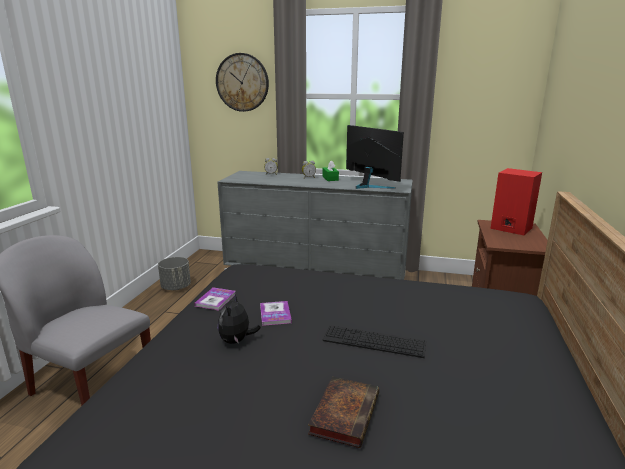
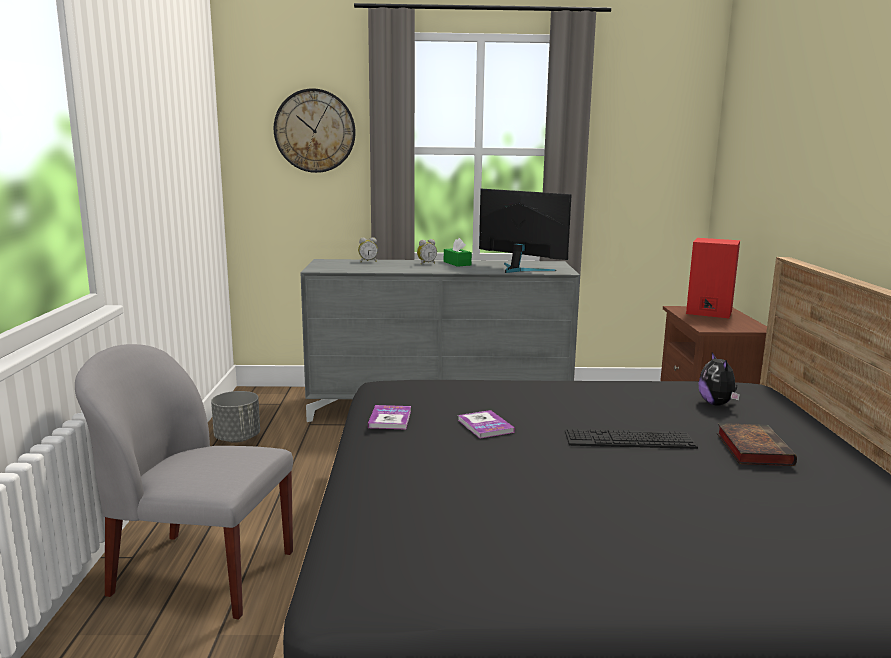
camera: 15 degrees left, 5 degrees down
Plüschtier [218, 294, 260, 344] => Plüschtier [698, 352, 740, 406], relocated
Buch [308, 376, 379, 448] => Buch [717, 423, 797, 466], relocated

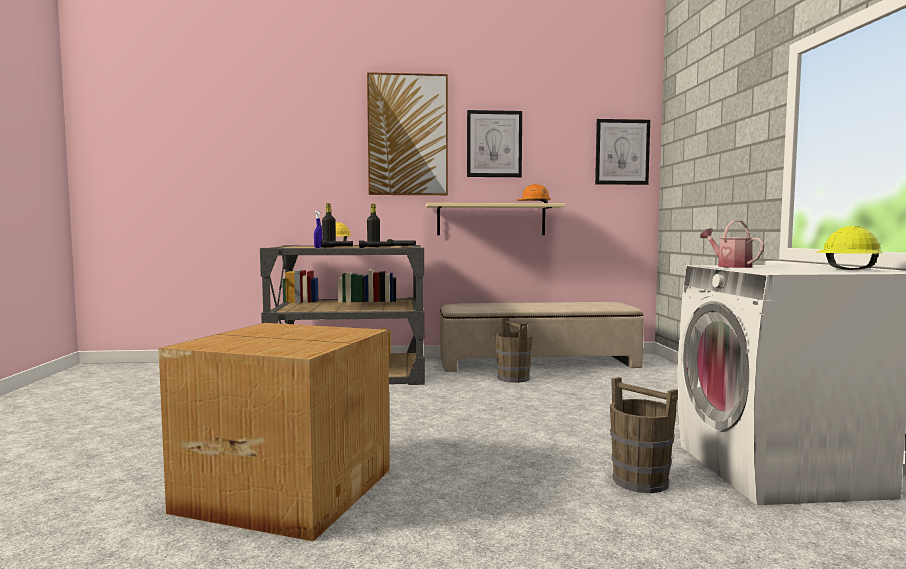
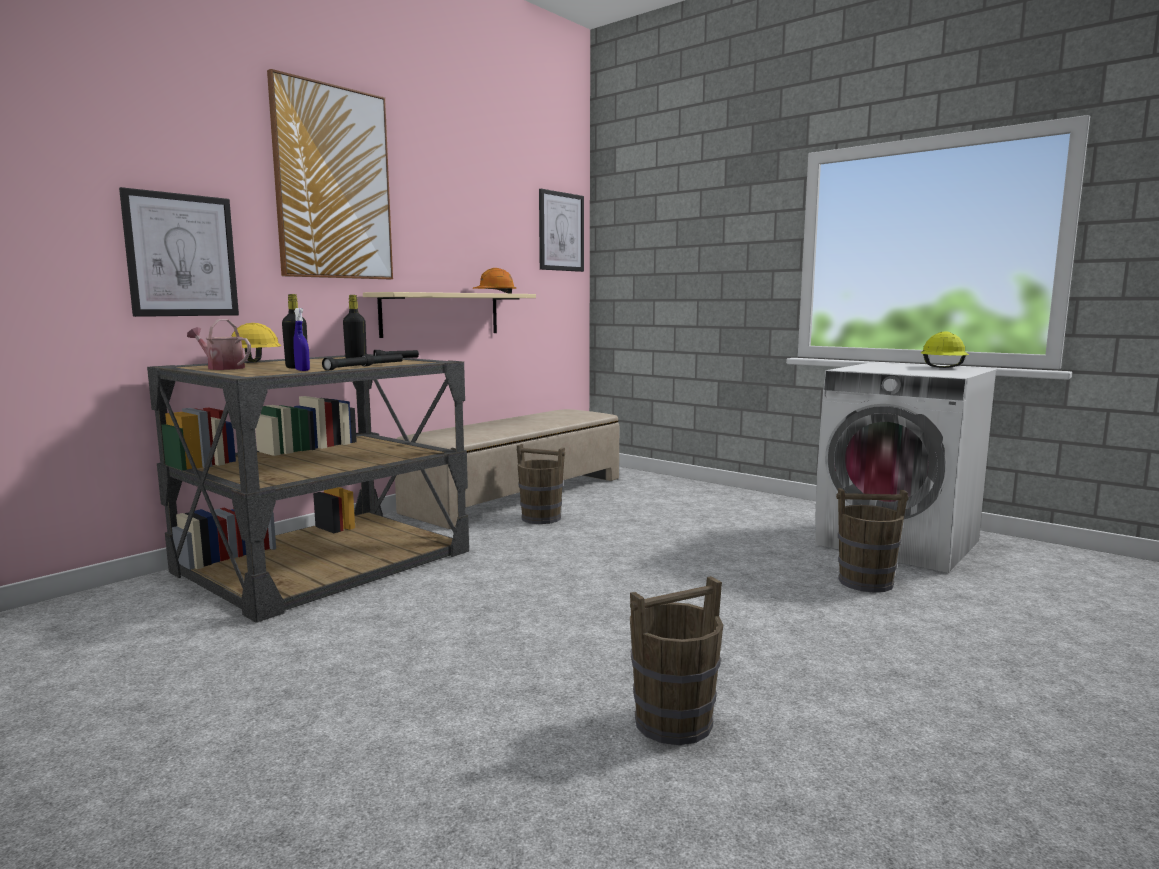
camera: 45 degrees left, 5 degrees up
Bild [467, 110, 522, 177] => Bild [119, 187, 239, 317], relocated
Gießkanne [700, 220, 765, 268] => Gießkanne [187, 319, 251, 370], relocated
Karton [158, 323, 390, 542] => Eimer [braun] [630, 576, 723, 745]

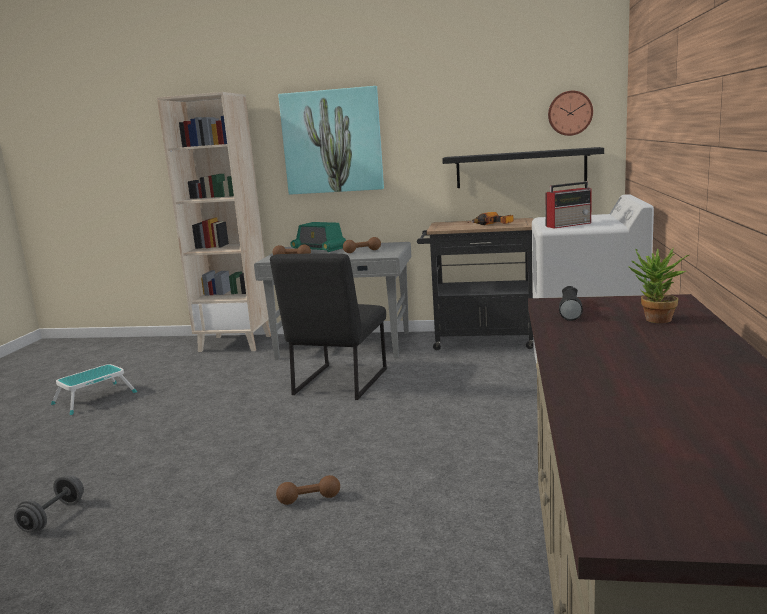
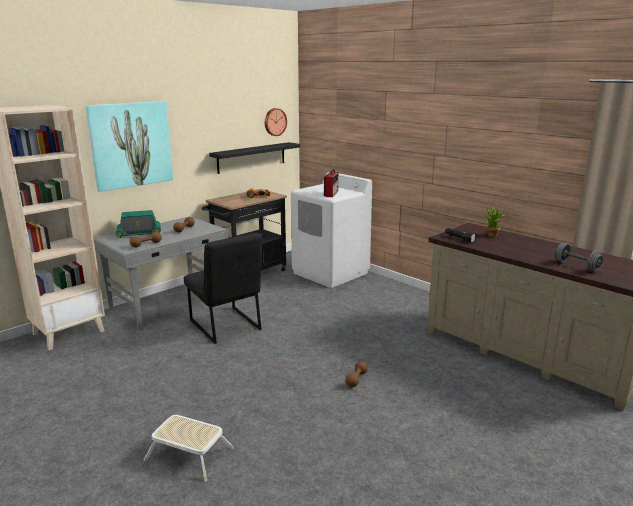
camera: 55 degrees left, 5 degrees up
Trittleiter [türkis] [51, 364, 137, 415] => nothing
Hantel [grau] [14, 475, 84, 532] => Hantel [grau] [555, 243, 604, 271], relocated
nothing => Trittleiter [beige] [144, 415, 234, 482]

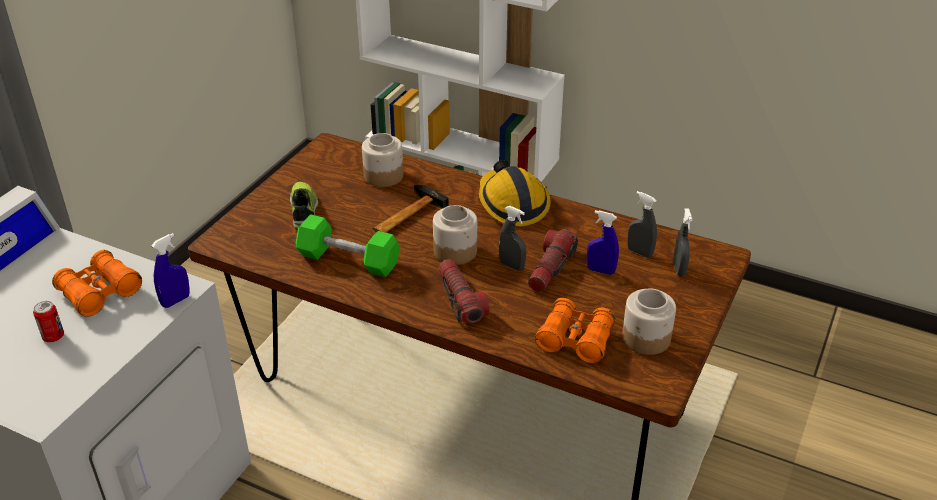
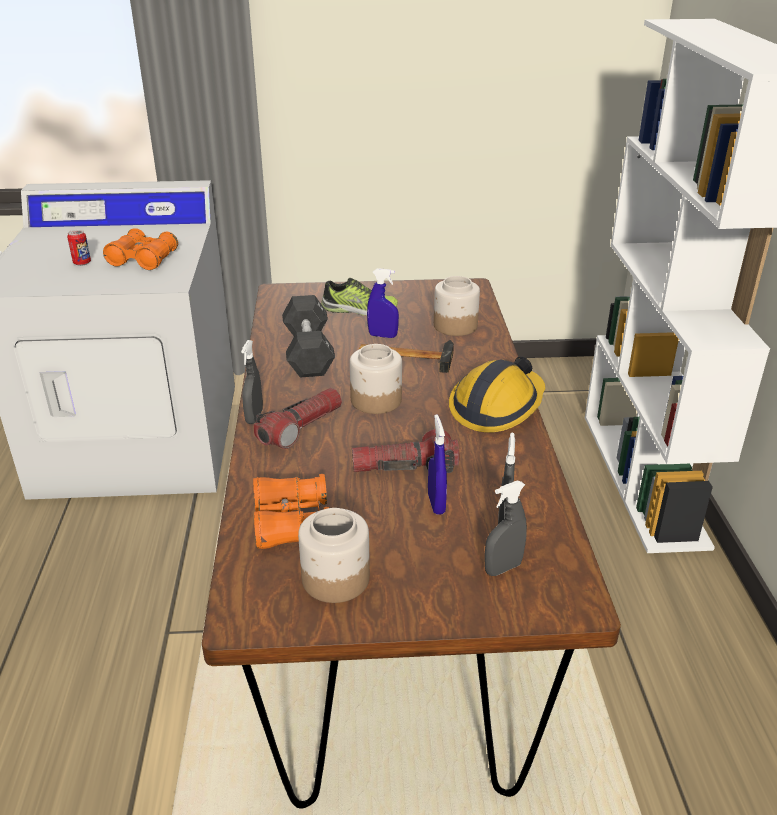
camera: 60 degrees right, 5 degrees down
Schuh [290, 182, 318, 230] => Schuh [321, 278, 398, 316], 45 degrees clockwise
Sprühflasche [grau] [499, 206, 526, 271] => Sprühflasche [grau] [241, 340, 263, 424], relocated
Hantel [grün] [296, 214, 400, 277] => Hantel [schwarz] [282, 295, 335, 378]
Sprühflasche [blau] [151, 233, 190, 308] => Sprühflasche [blau] [367, 268, 399, 338], relocated

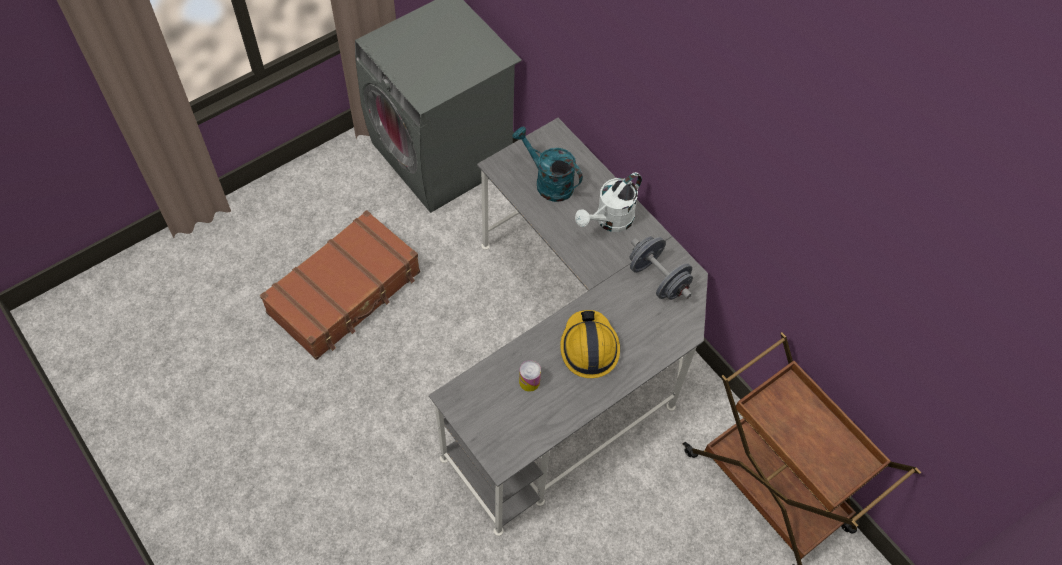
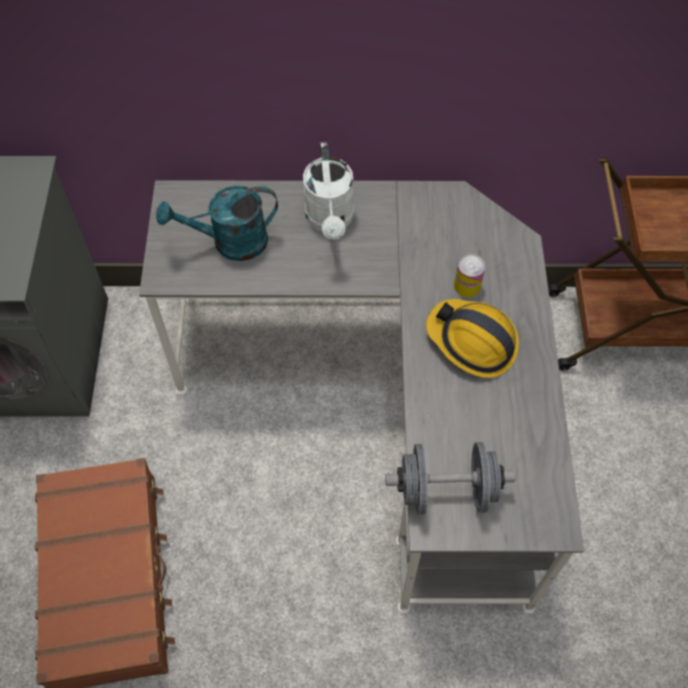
camera: 50 degrees left, 0 degrees up
Hantel [grau] [629, 237, 693, 300] => Hantel [grau] [386, 442, 516, 515], relocated
Dose [519, 360, 541, 392] => Dose [454, 254, 485, 297], relocated

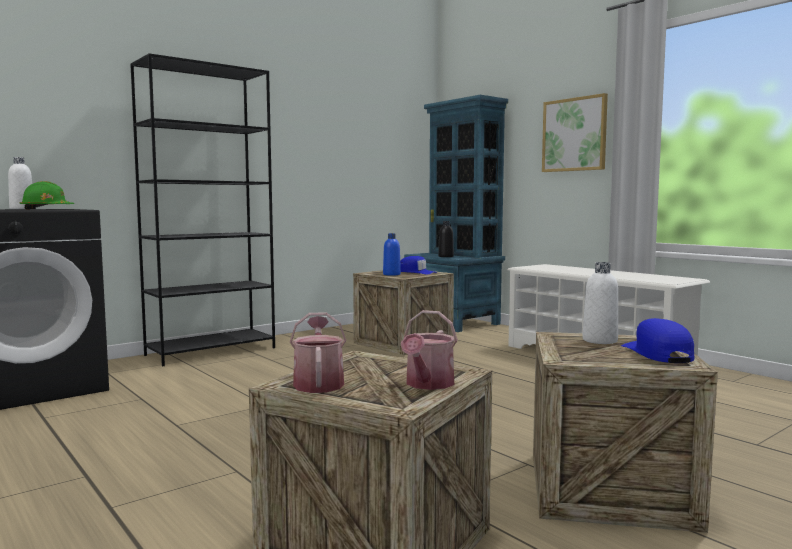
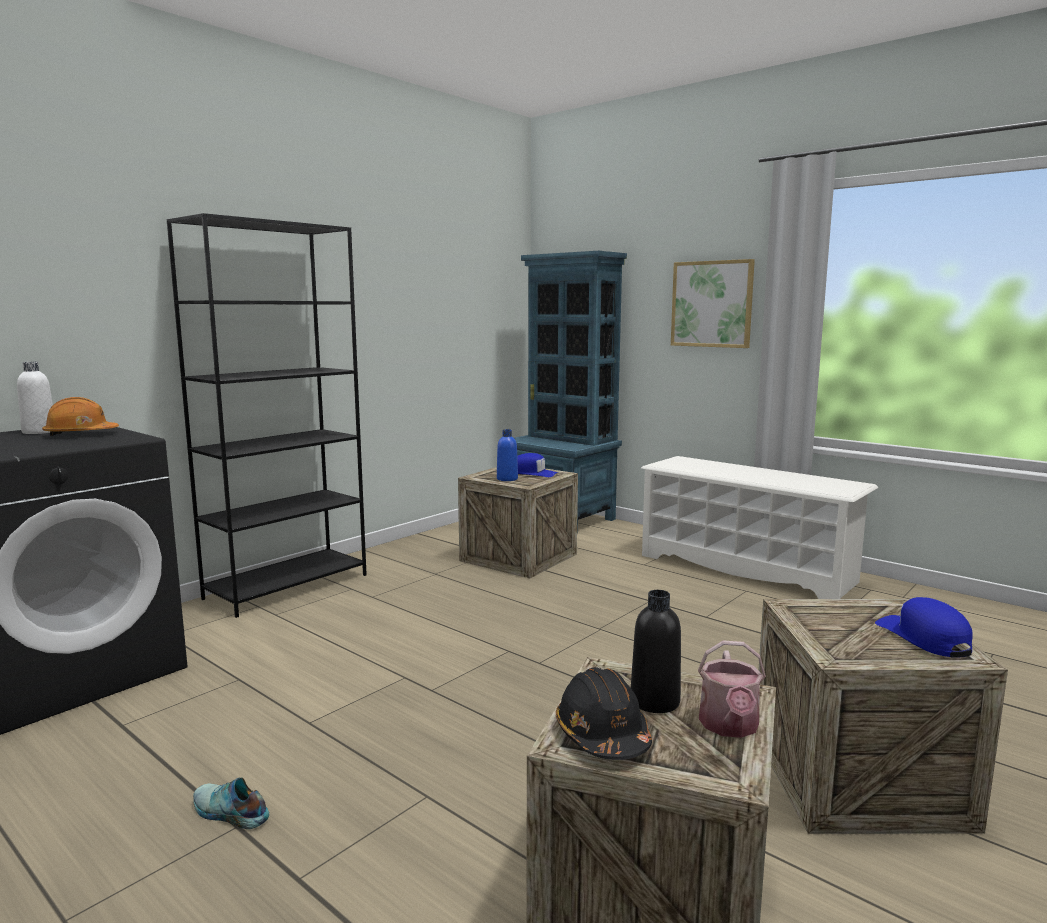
camera: 10 degrees left, 5 degrees up
Schutzhelm [grün] [20, 181, 74, 209] => Schutzhelm [orange] [42, 397, 119, 436]
Flasche [schwarz] [438, 221, 454, 257] => Flasche [schwarz] [631, 590, 681, 713], relocated
Flasche [weiß] [582, 262, 618, 344] => nothing
Gießkanne [290, 312, 346, 393] => Schutzhelm [schwarz] [556, 667, 652, 760]
nothing => Schuh [193, 777, 269, 829]

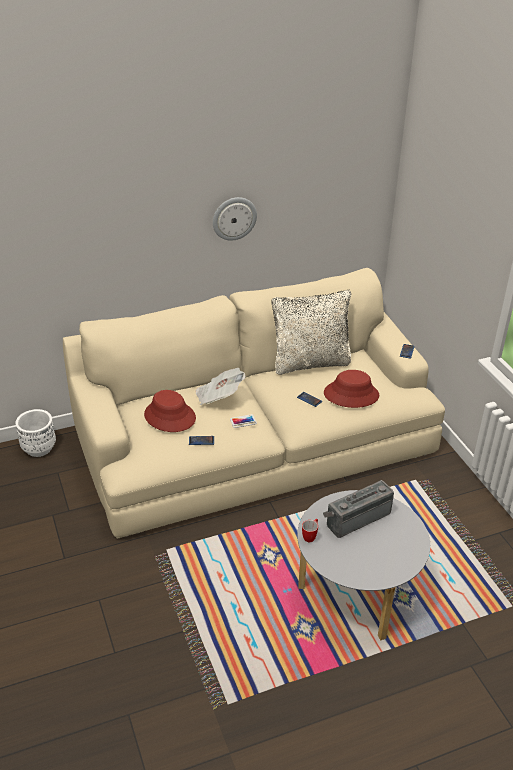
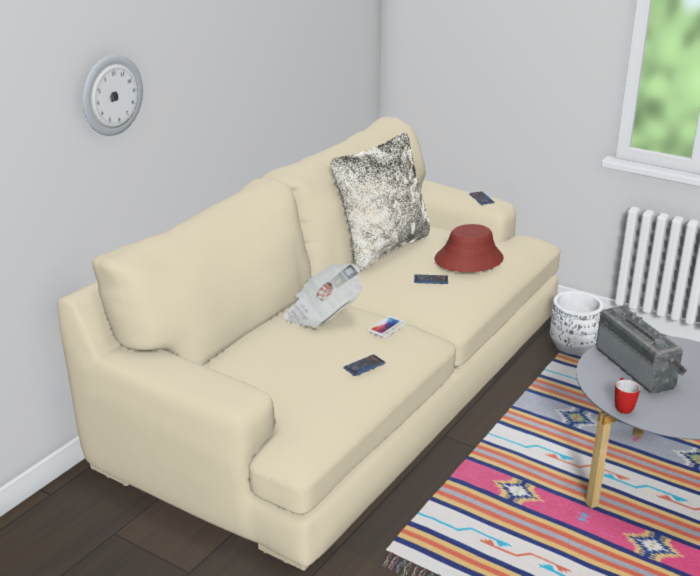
camera: 35 degrees left, 10 degrees down
Wanduhr [213, 197, 257, 241] => Wanduhr [82, 54, 143, 136], relocated
Hut [rot] [144, 390, 196, 432] => nothing
Pflanzkübel [weiß] [15, 409, 56, 457] => Pflanzkübel [weiß] [550, 291, 604, 355], relocated
Radio [323, 480, 394, 538] => Radio [596, 306, 687, 394], 135 degrees clockwise

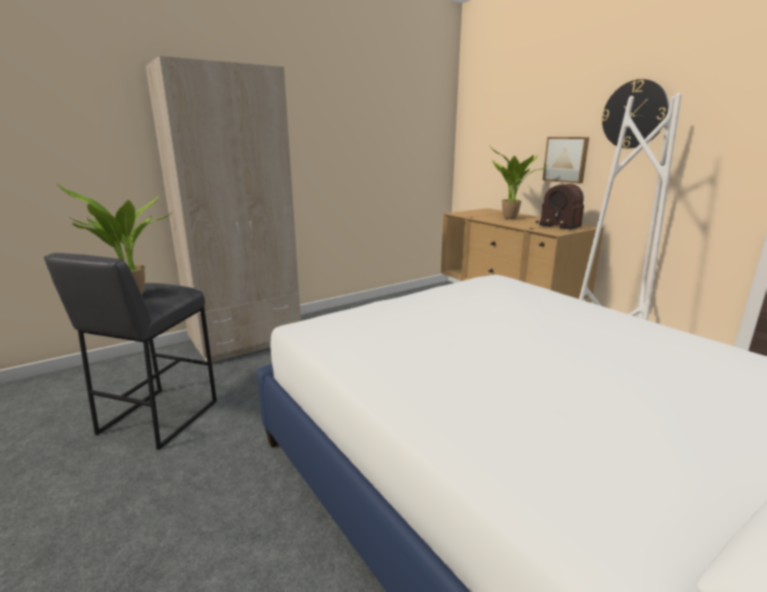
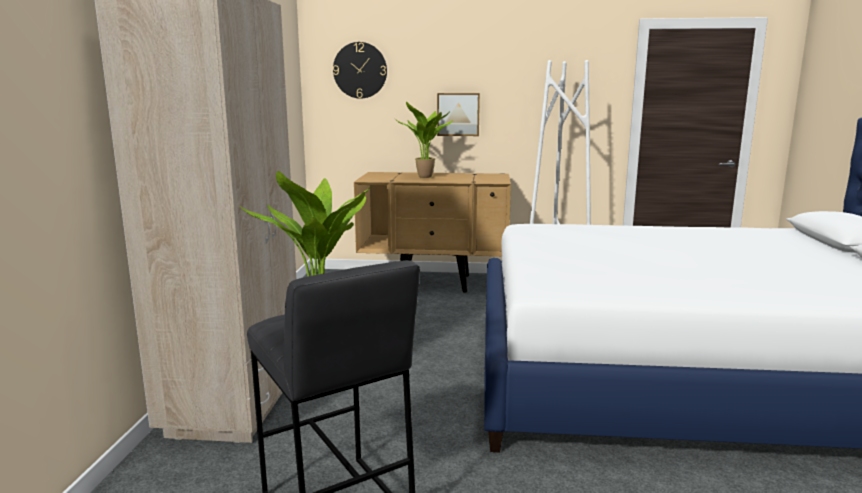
camera: 50 degrees left, 5 degrees down
Wanduhr [602, 79, 669, 148] => Wanduhr [333, 42, 387, 99], relocated
Radio [536, 184, 584, 230] => nothing

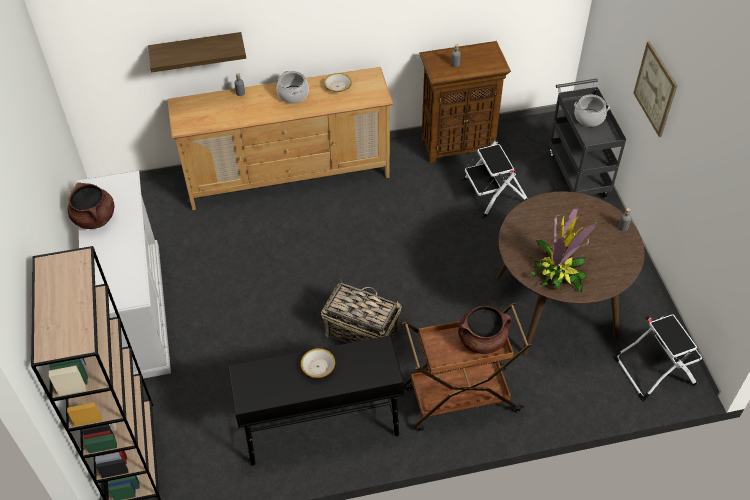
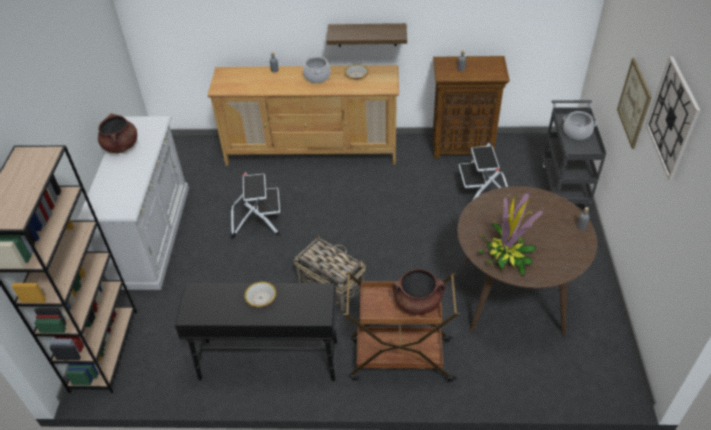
camera: 15 degrees right, 5 degrees down
Wandregal [148, 32, 246, 73] => Wandregal [326, 23, 407, 47], relocated
Trittleiter [613, 314, 702, 402] => Trittleiter [230, 171, 281, 239], relocated
nothing => Wanduhr [646, 56, 701, 180]

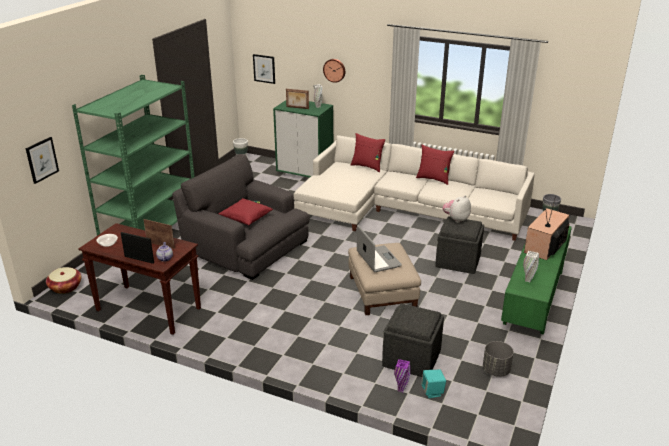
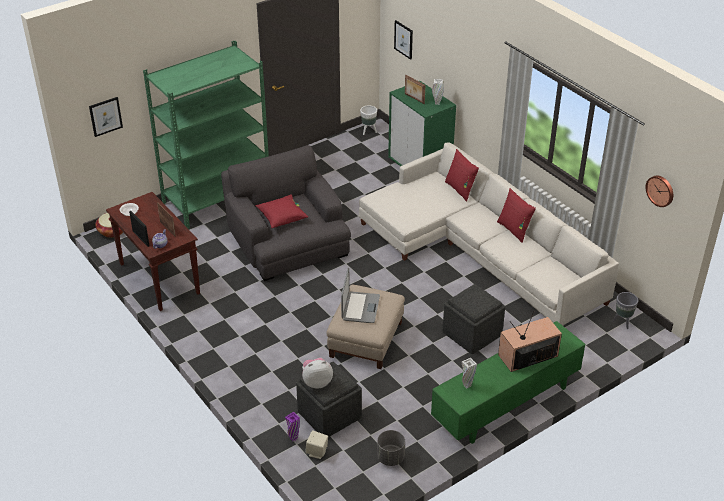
camera: 30 degrees right, 10 degrees up
Wanduhr [323, 59, 345, 83] => Wanduhr [645, 175, 673, 207], relocated
Plüschtier [442, 195, 471, 223] => Plüschtier [302, 358, 333, 389], relocated
Lautsprecher [türkis] [421, 370, 446, 398] => Lautsprecher [beige] [306, 430, 328, 459]

